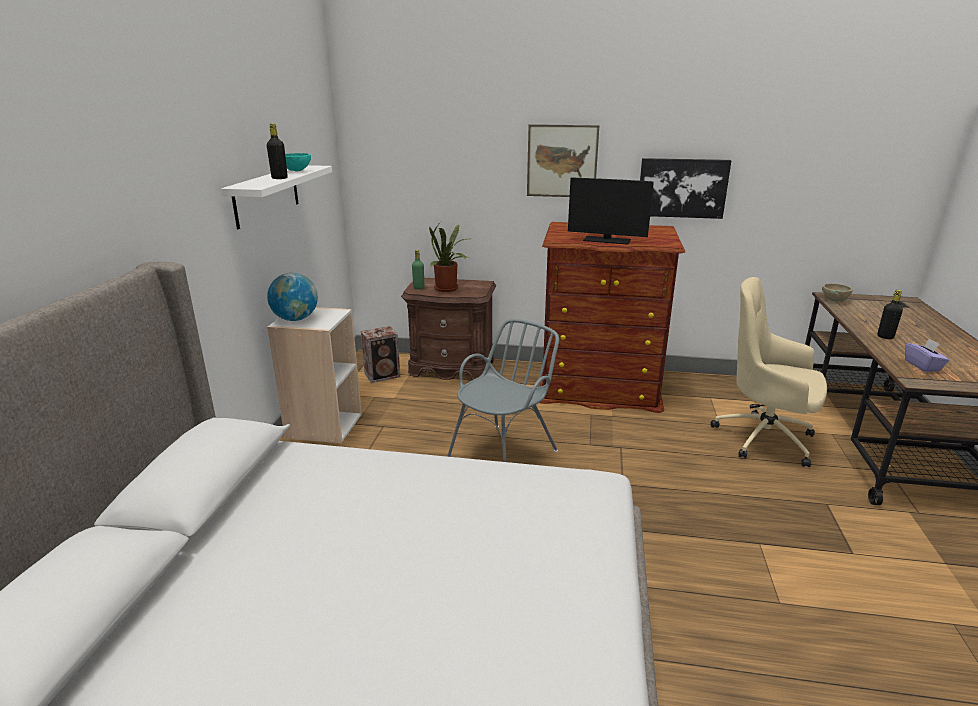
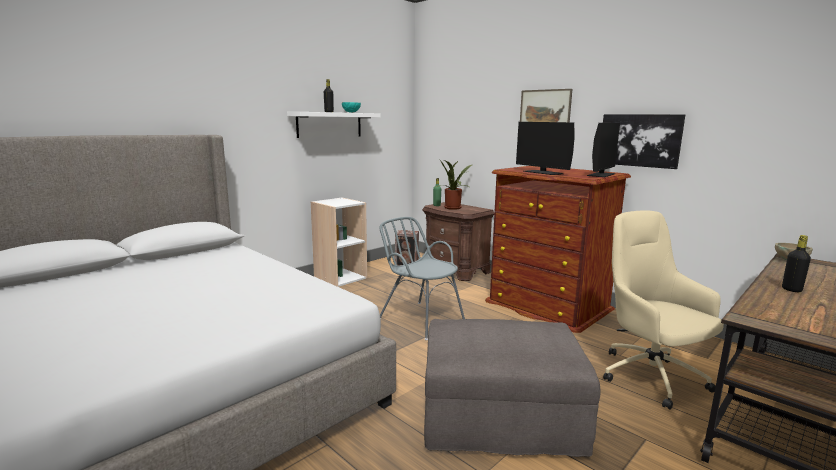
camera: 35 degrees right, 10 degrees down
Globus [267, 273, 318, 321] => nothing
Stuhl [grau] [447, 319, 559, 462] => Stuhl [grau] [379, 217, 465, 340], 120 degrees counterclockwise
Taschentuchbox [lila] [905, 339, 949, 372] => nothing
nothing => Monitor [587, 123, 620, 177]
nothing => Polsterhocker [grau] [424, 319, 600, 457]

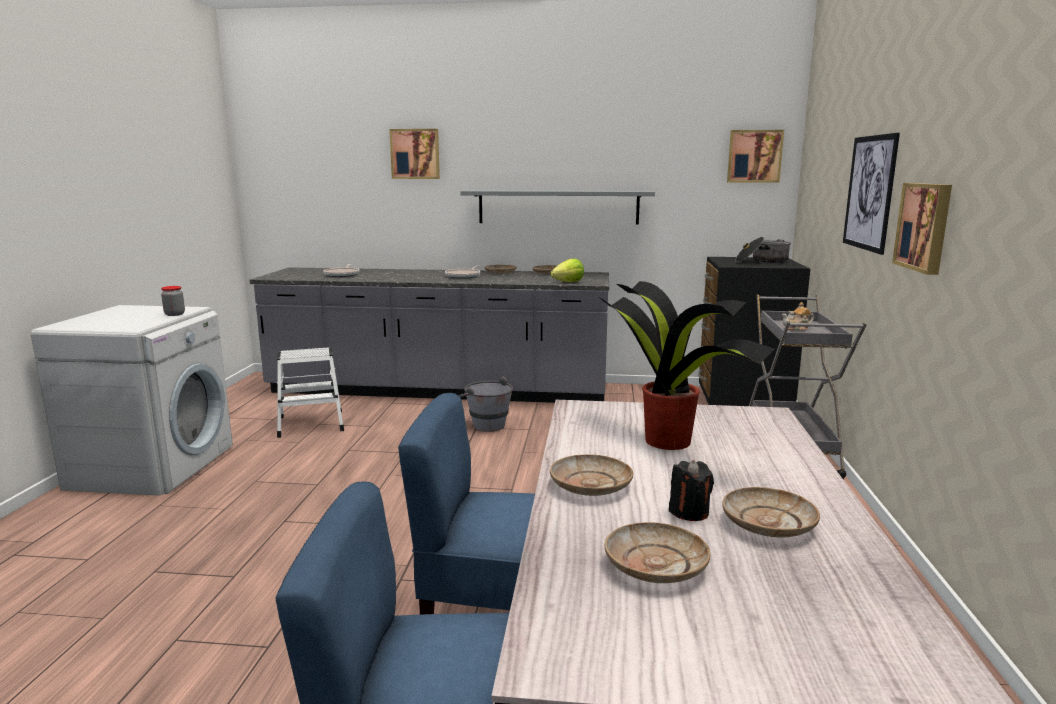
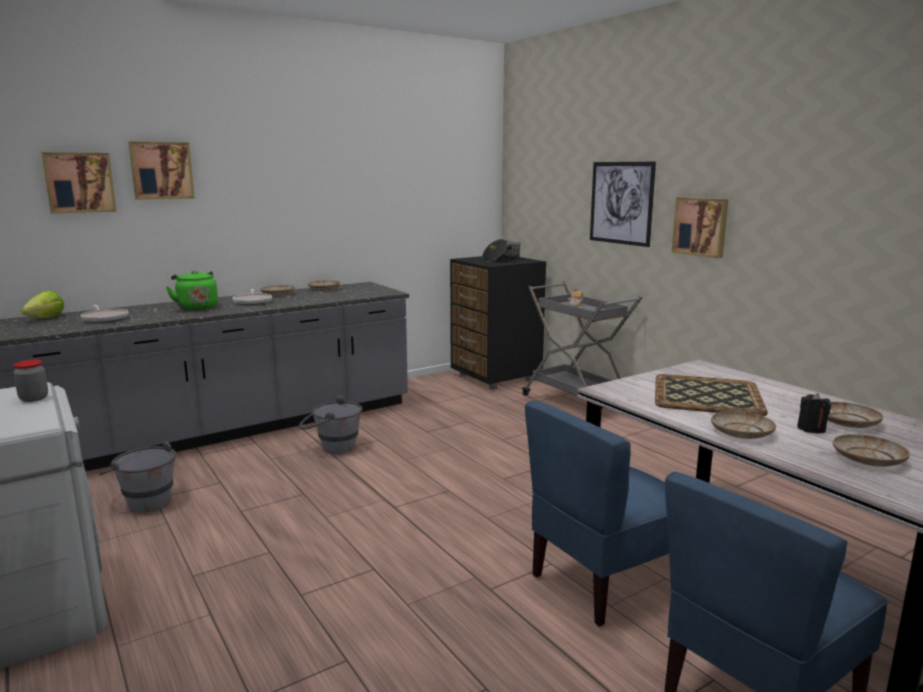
camera: 40 degrees left, 0 degrees up
Bild [727, 130, 784, 183] => Bild [41, 152, 117, 214], relocated
Wandregal [grau] [461, 190, 655, 225] => nothing
Salatkopf [551, 259, 584, 282] => Salatkopf [21, 291, 64, 318], relocated
Topfpflanze [600, 281, 775, 450] => Tablett [655, 374, 768, 416]
Trittleiter [weiß] [277, 347, 344, 438] => Eimer [grau] [99, 441, 176, 512]
nothing => Wasserkessel [grün] [166, 270, 218, 310]

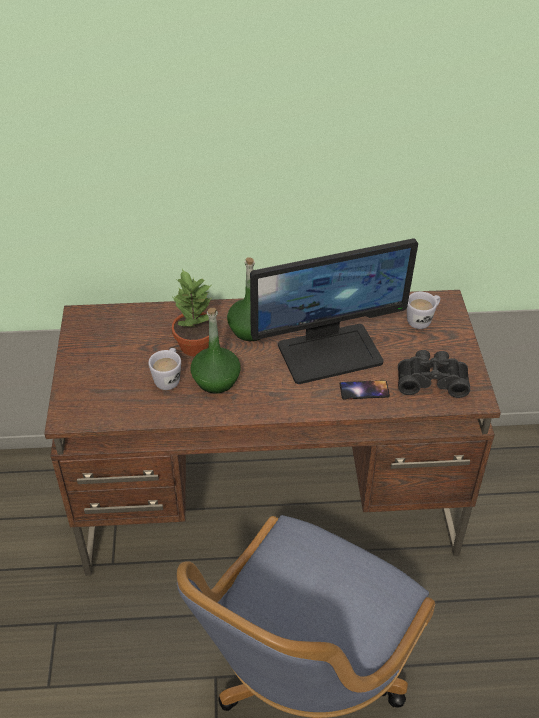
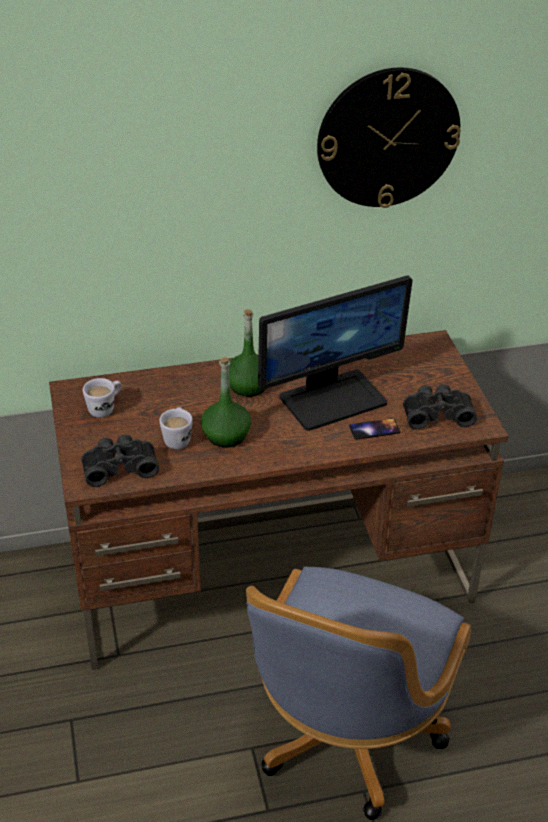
camera: 10 degrees left, 5 degrees down
Topfpflanze [172, 269, 211, 356] => nothing
Henkelbecher [weiß] [407, 292, 441, 329] => Henkelbecher [weiß] [83, 378, 122, 418], relocated
nothing => Wanduhr [317, 67, 461, 208]
nothing => Fernglas [schwarz] [81, 435, 159, 487]

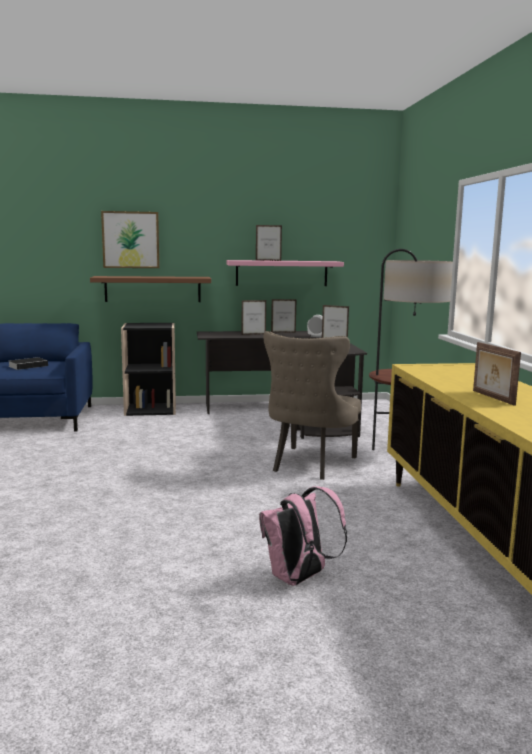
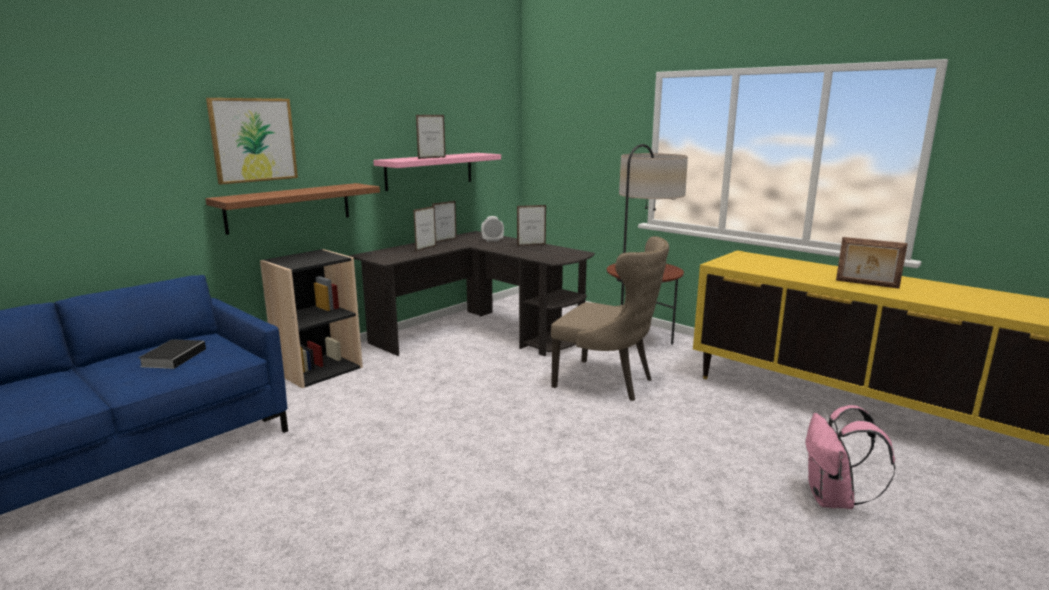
camera: 40 degrees left, 5 degrees up
Stuhl [beige] [264, 331, 361, 480] => Stuhl [beige] [551, 236, 669, 401], 45 degrees counterclockwise

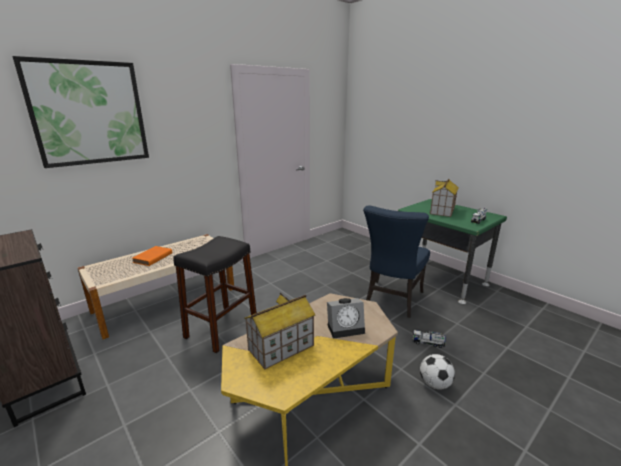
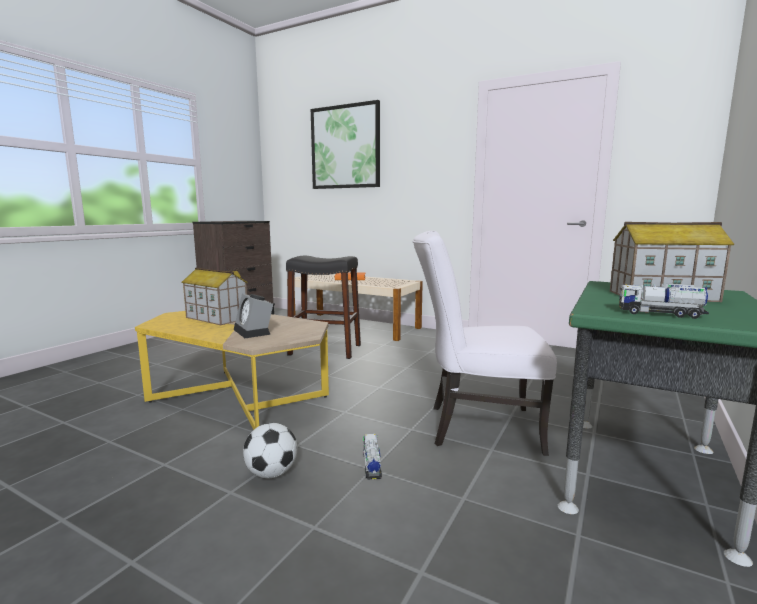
camera: 70 degrees right, 10 degrees down
Stuhl [blau] [363, 205, 430, 318] => Stuhl [weiß] [413, 231, 557, 456]

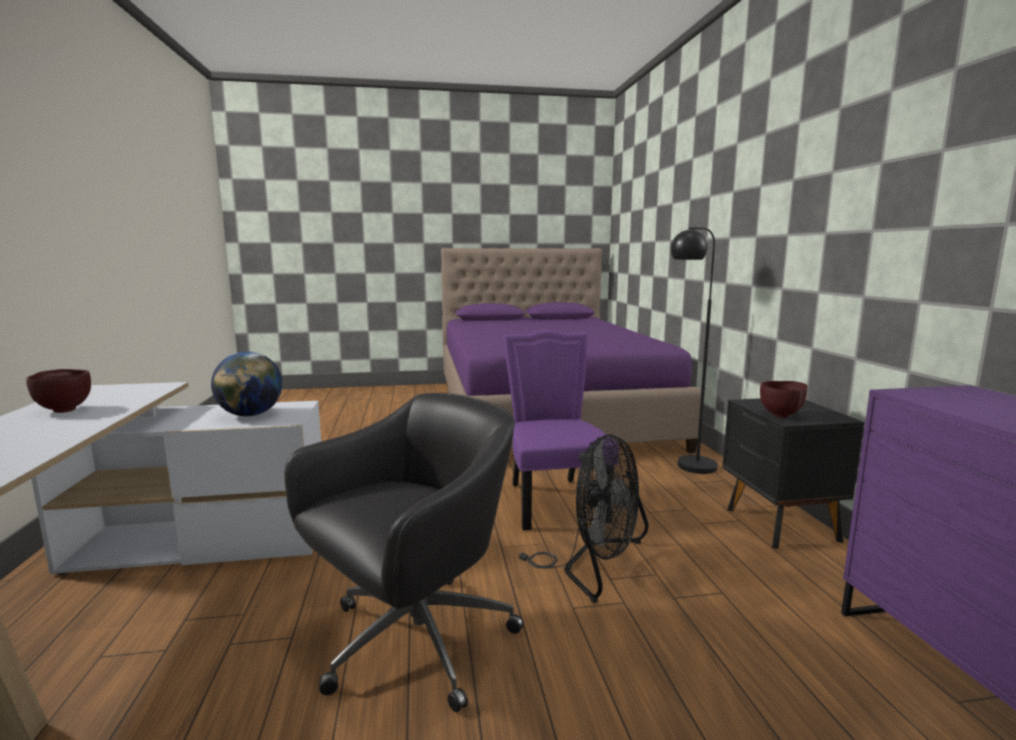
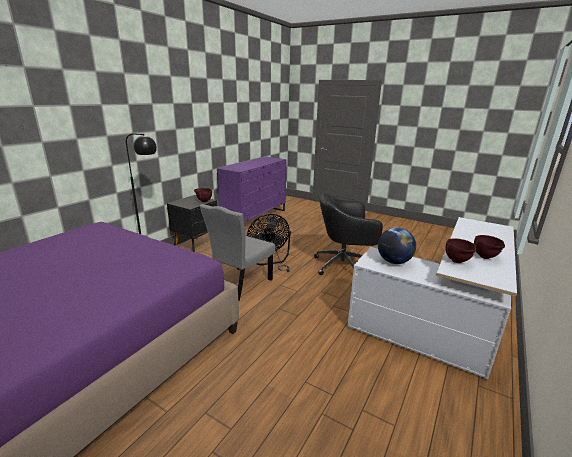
camera: 140 degrees left, 10 degrees up
Stuhl [lila] [503, 330, 619, 530] => Stuhl [grau] [200, 204, 275, 302]
nothing => Schüssel [braun] [446, 238, 476, 263]

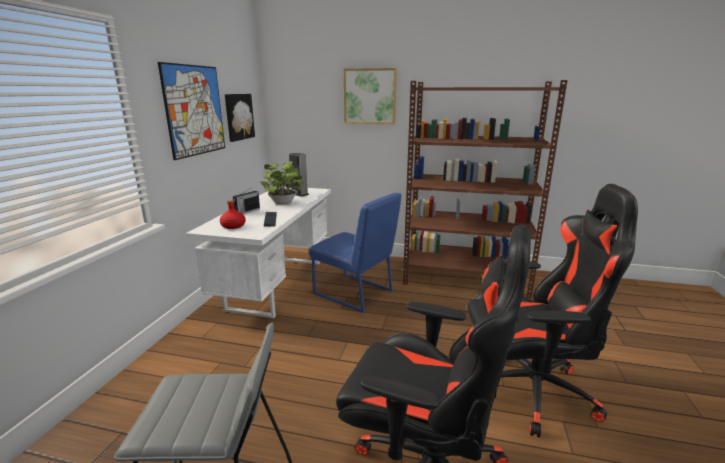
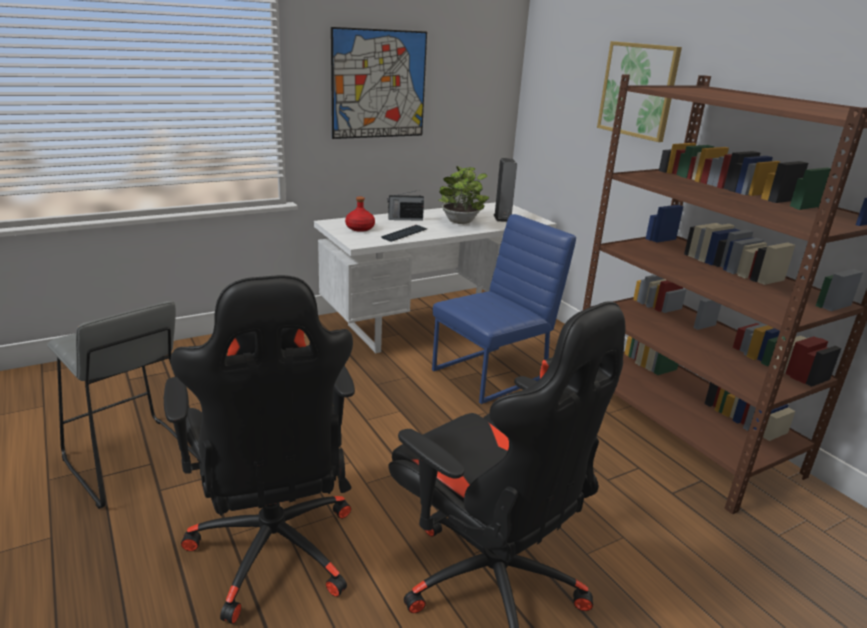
camera: 45 degrees right, 5 degrees up
Bild [225, 94, 255, 142] => nothing
Stuhl [blau] [309, 193, 401, 313] => Stuhl [blau] [432, 214, 576, 404], 120 degrees counterclockwise

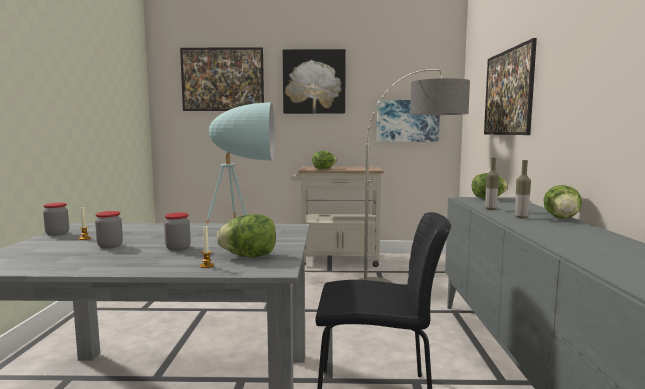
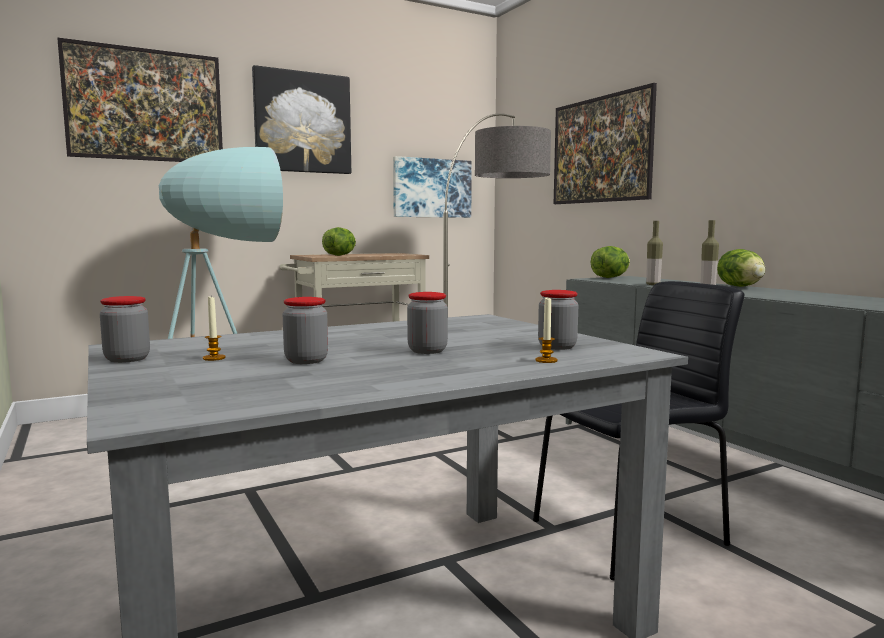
camera: 30 degrees left, 0 degrees up
Salatkopf [216, 214, 276, 257] => Vorratsglas [538, 290, 578, 350]

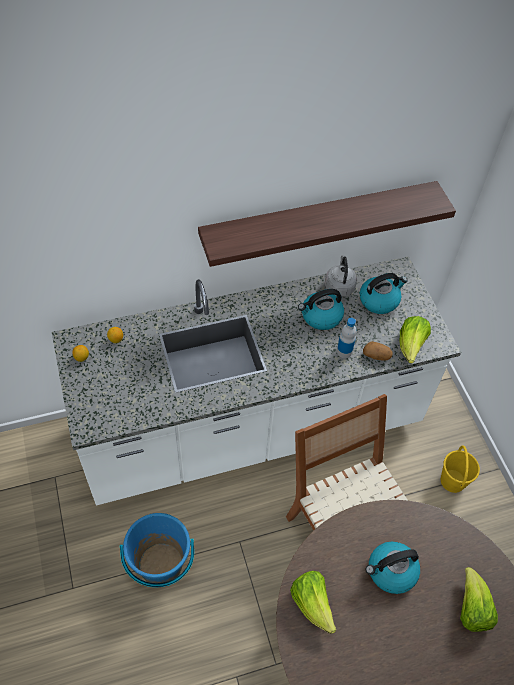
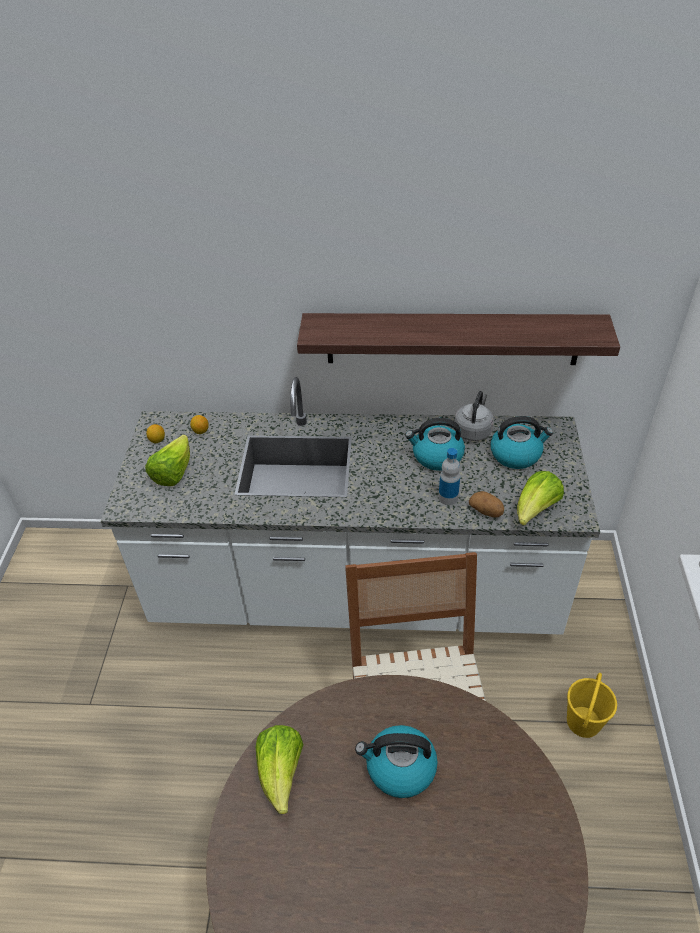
camera: 25 degrees right, 10 degrees down
Eimer [blau] [120, 513, 194, 587] => nothing
Salatkopf [460, 567, 498, 632] => Salatkopf [145, 434, 190, 486], relocated

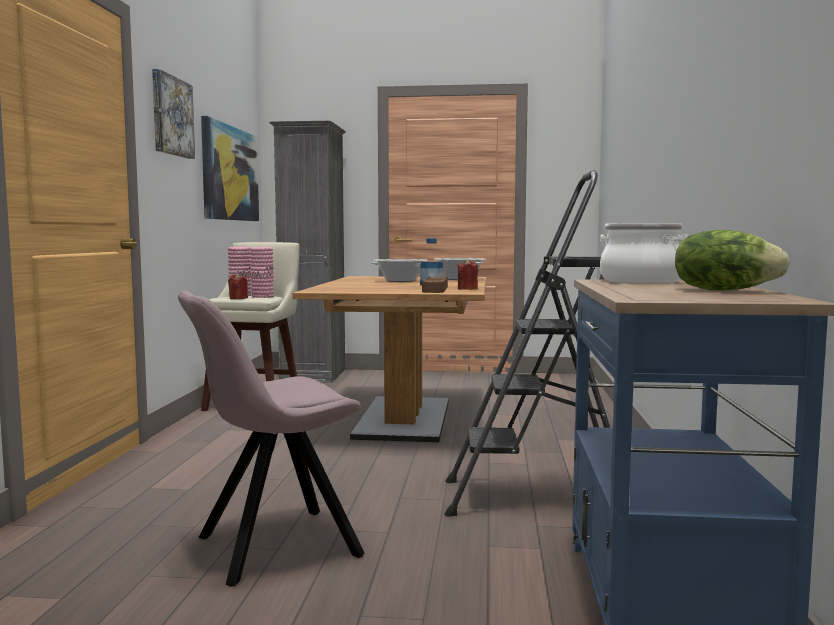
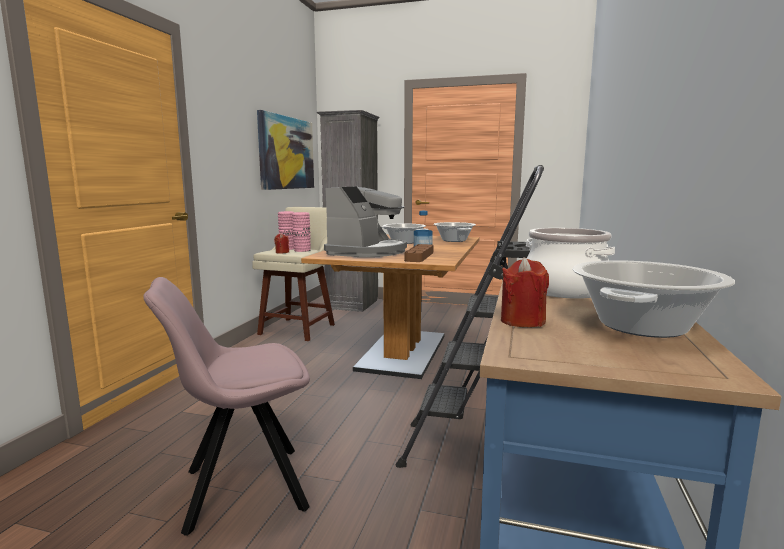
camera: 10 degrees right, 5 degrees up
Bild [152, 69, 195, 159] => nothing
Salatkopf [675, 230, 790, 291] => Kochtopf [572, 260, 735, 338]
Kerze [rot] [457, 259, 478, 290] => Kerze [rot] [501, 257, 549, 327], relocated
nothing => Kaffeemaschine [324, 187, 407, 257]

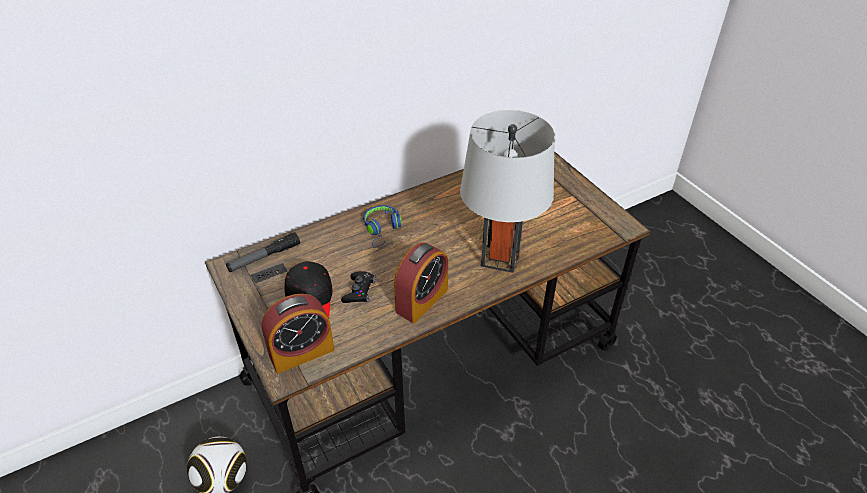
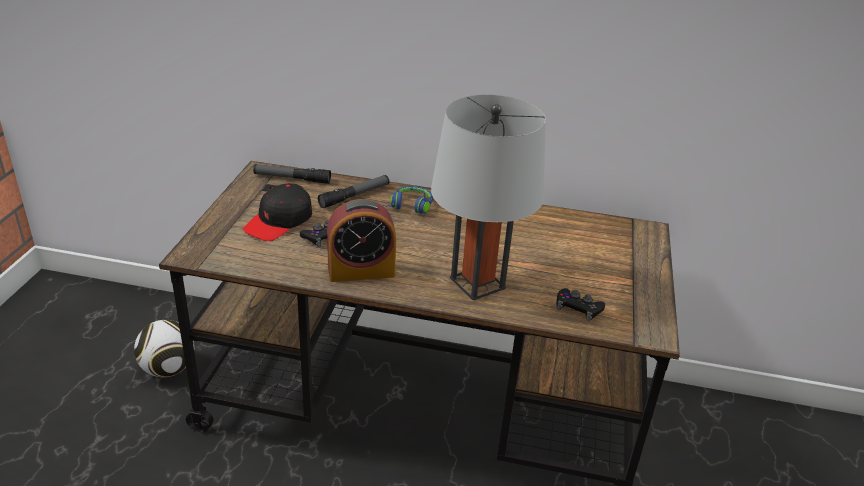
camera: 40 degrees right, 10 degrees down
Wecker [261, 294, 334, 373] => nothing
nothing => Taschenlampe [318, 175, 389, 208]
nothing => Gamepad [schwarz] [556, 288, 605, 321]

